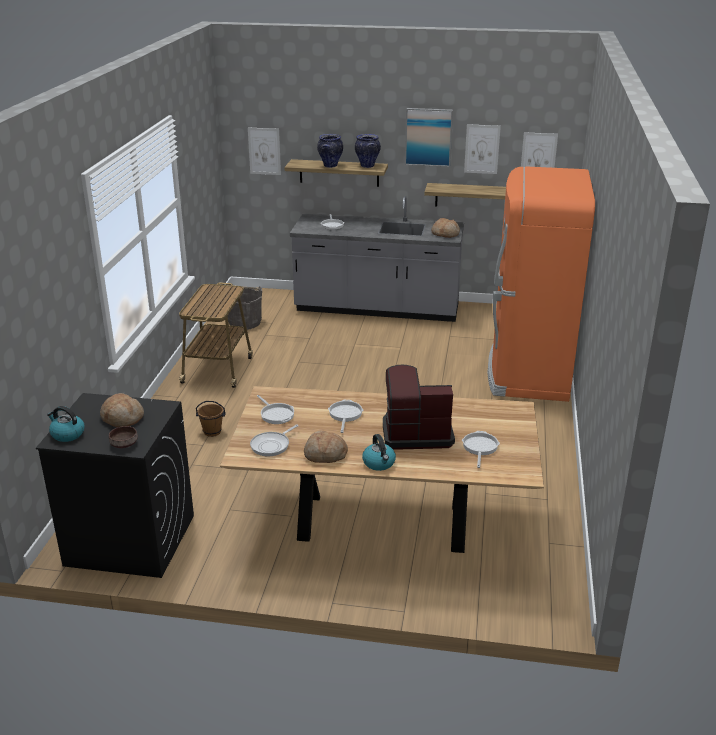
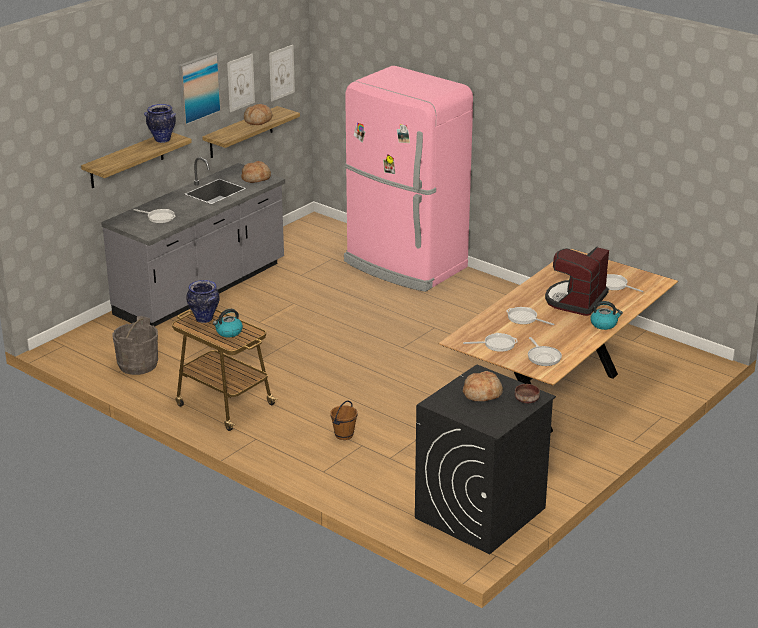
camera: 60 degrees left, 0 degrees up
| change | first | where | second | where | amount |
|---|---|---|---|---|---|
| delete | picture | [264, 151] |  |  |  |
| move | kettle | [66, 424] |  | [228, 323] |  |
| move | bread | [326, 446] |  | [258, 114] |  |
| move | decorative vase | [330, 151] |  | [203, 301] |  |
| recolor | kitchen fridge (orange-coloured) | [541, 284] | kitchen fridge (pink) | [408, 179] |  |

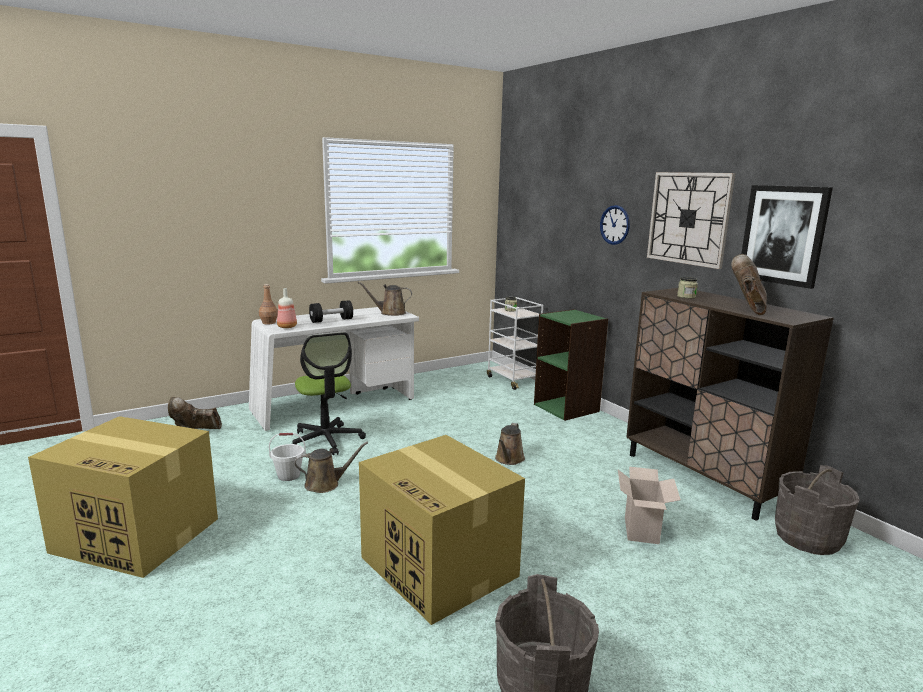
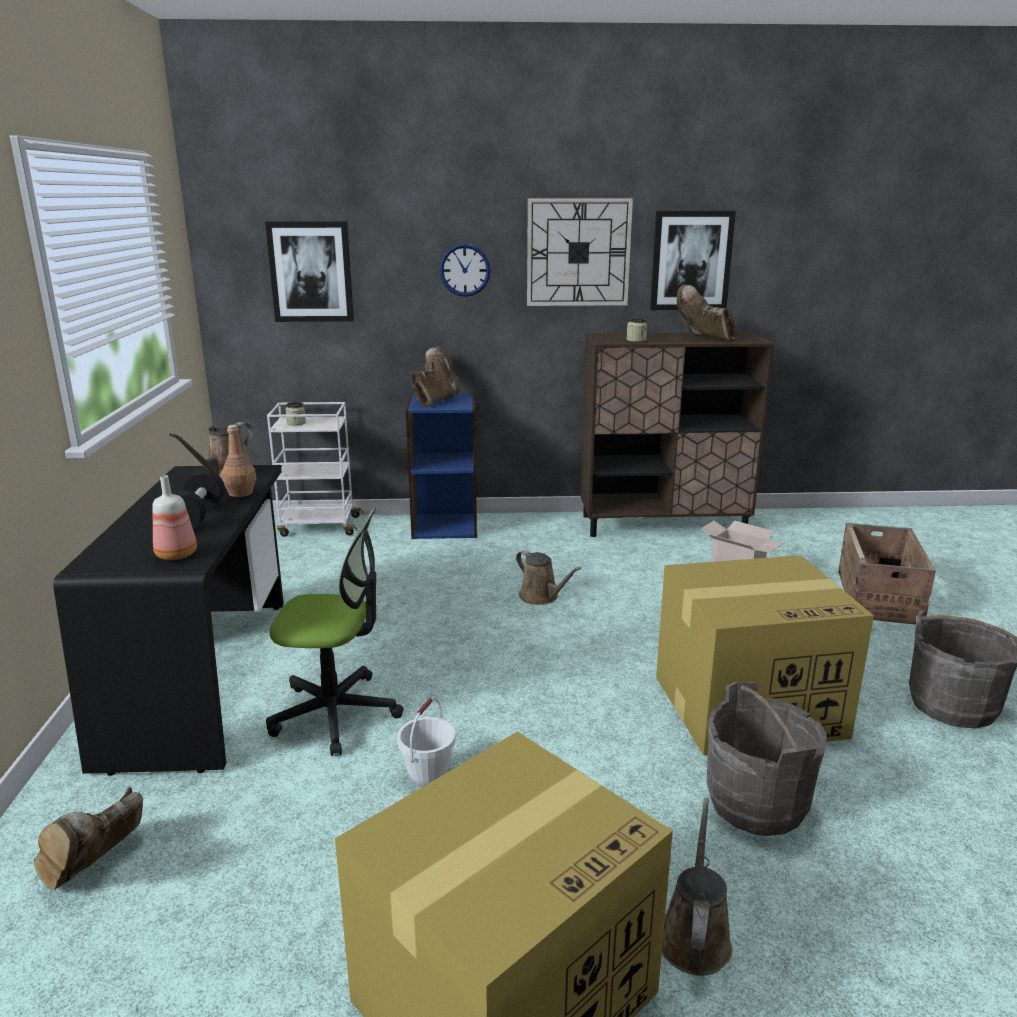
camera: 60 degrees left, 5 degrees up
| change | first | where | second | where | amount |
|---|---|---|---|---|---|
| insert |  |  | picture | [309, 271] |  |
| insert |  |  | high-top boot (brown-coloured) | [435, 376] |  |
| insert |  |  | packing crate | [887, 574] |  |
| move | beverage bottle (brown-coloured) | [268, 304] |  | [238, 461] |  |
| move | watering can (brown-coloured) | [331, 467] |  | [697, 887] |  |
| move | water bucket (gray) | [817, 510] |  | [766, 759] |  |
| recolor | desk (white-coloured) | [334, 369] | desk (black-coloured) | [168, 620] |  |
| recolor | shelving unit (green) | [571, 365] | shelving unit (blue) | [441, 466] |  |

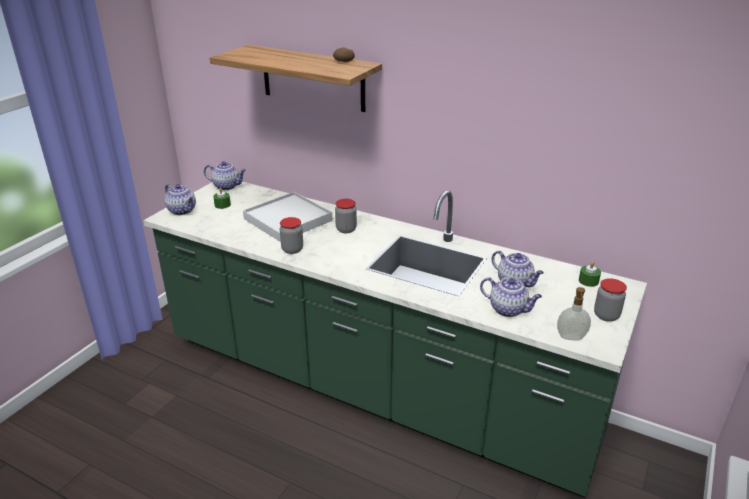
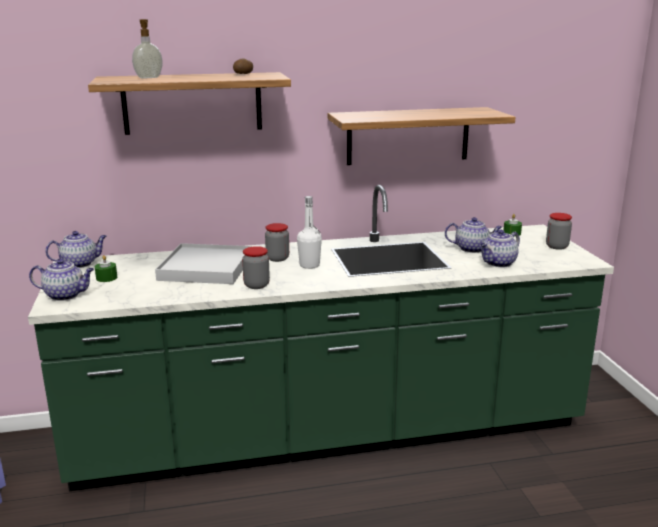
camera: 40 degrees left, 10 degrees down
| change | first | where | second | where | amount |
|---|---|---|---|---|---|
| insert |  |  | beverage bottle (white-coloured) | [309, 232] |  |
| insert |  |  | bracket shelf | [422, 136] |  |
| move | soap bottle | [574, 313] |  | [147, 48] |  |
| rotate | tea pot | [511, 297] |  | [500, 248] | 150 degrees clockwise |

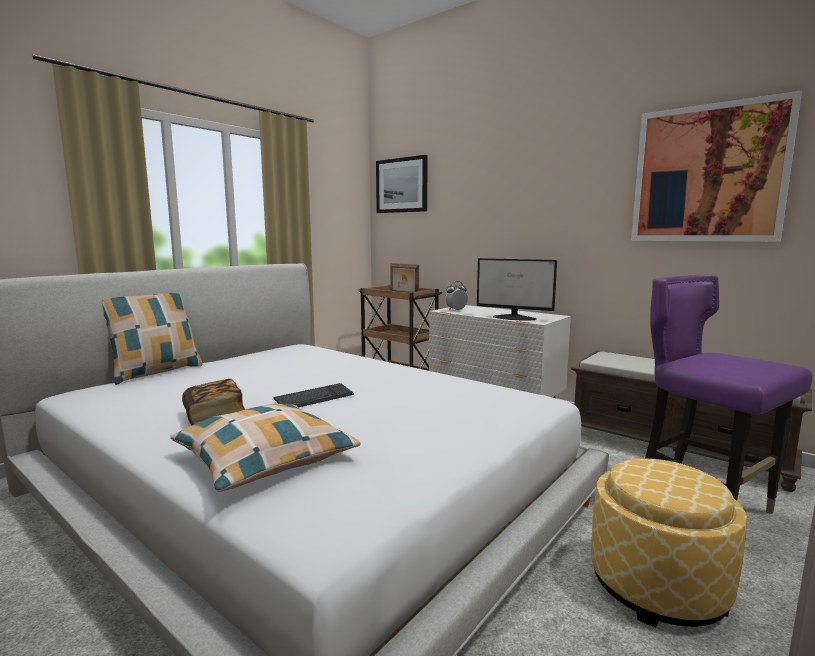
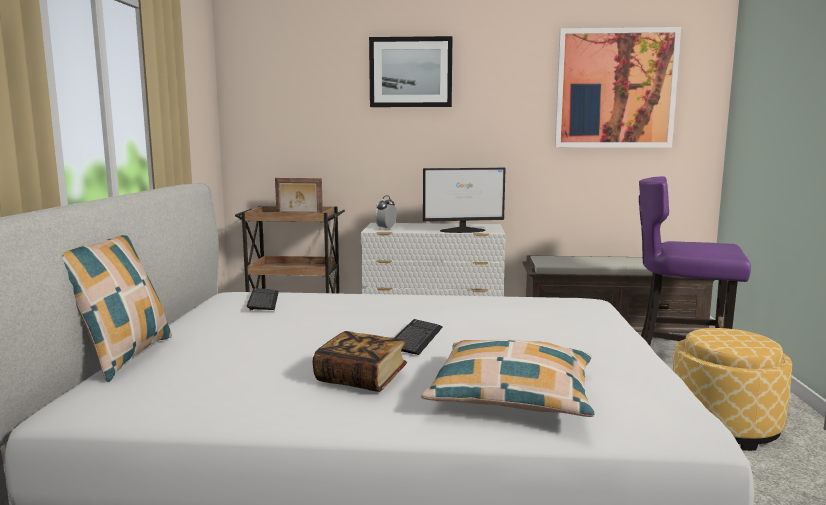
camera: 35 degrees left, 0 degrees up
| change | first | where | second | where | amount |
|---|---|---|---|---|---|
| insert |  |  | computer keyboard | [263, 299] |  |
| move | picture | [402, 184] |  | [410, 71] |  |

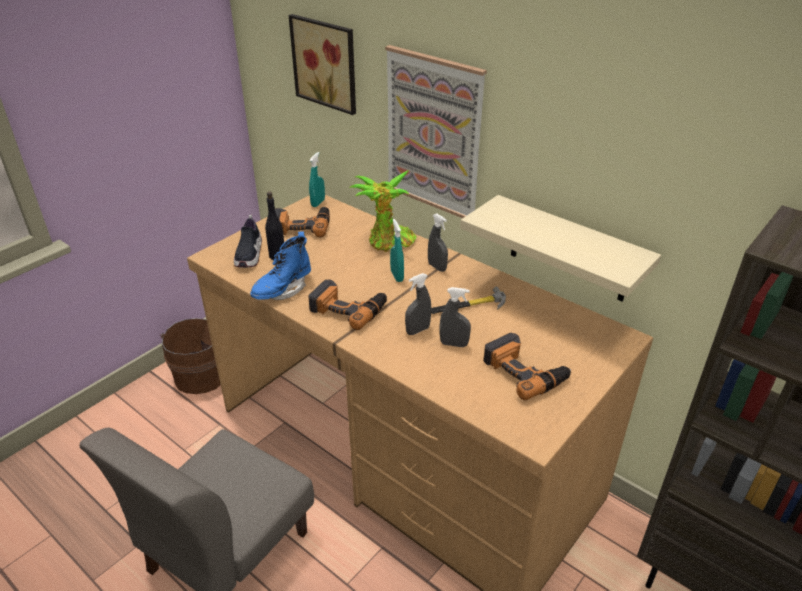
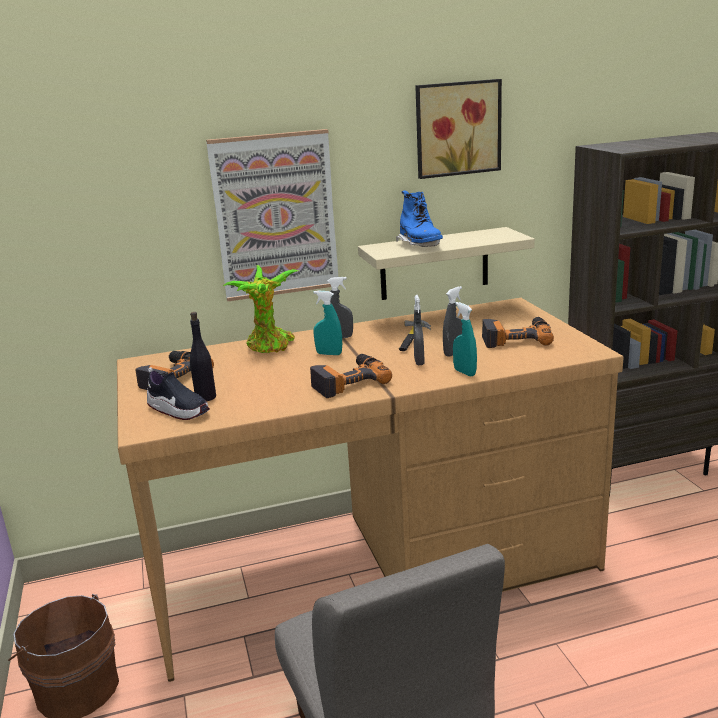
camera: 55 degrees left, 15 degrees down
| change | first | where | second | where | amount |
|---|---|---|---|---|---|
| move | high-top boot (blue) | [280, 265] |  | [419, 218] |  |
| move | picture | [322, 64] |  | [458, 129] |  |
| move | sprayer (turquoise-coloured) | [317, 179] |  | [465, 339] |  |

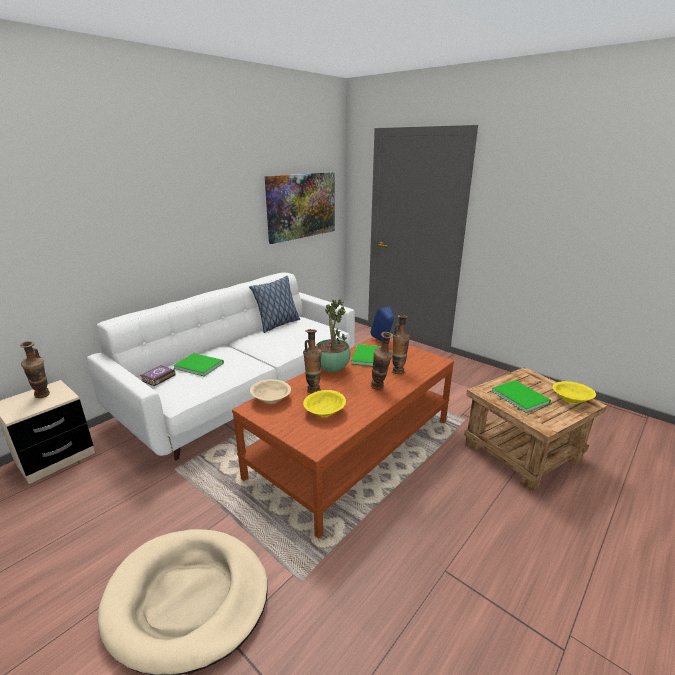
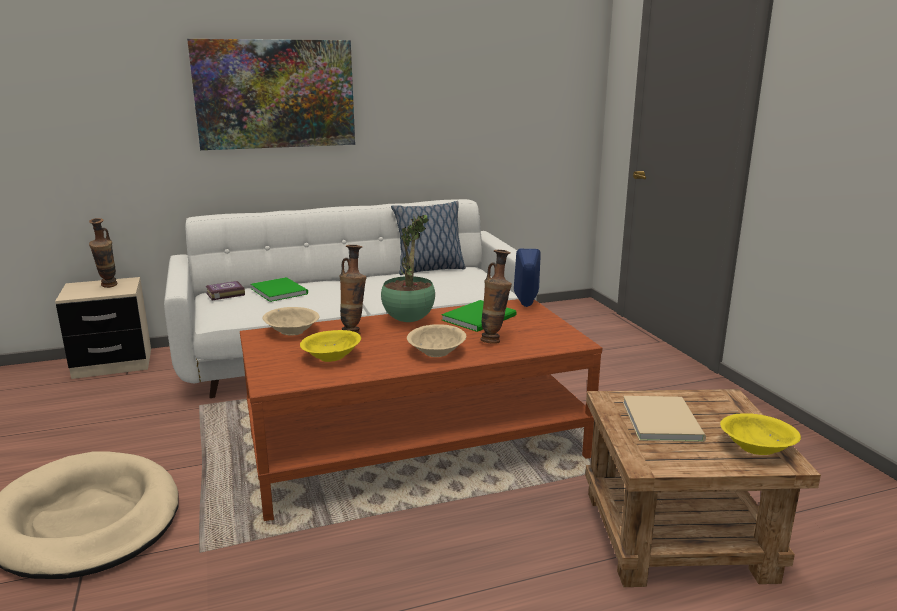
camera: 30 degrees right, 5 degrees down
| change | first | where | second | where | amount |
|---|---|---|---|---|---|
| move | picture | [300, 208] |  | [271, 94] |  |
| replace | decorative vase | [382, 361] | serving bowl (sand-coloured) | [436, 340] |  |
| recolor | bound book (green) | [521, 396] | bound book (sand-coloured) | [664, 419] |  |

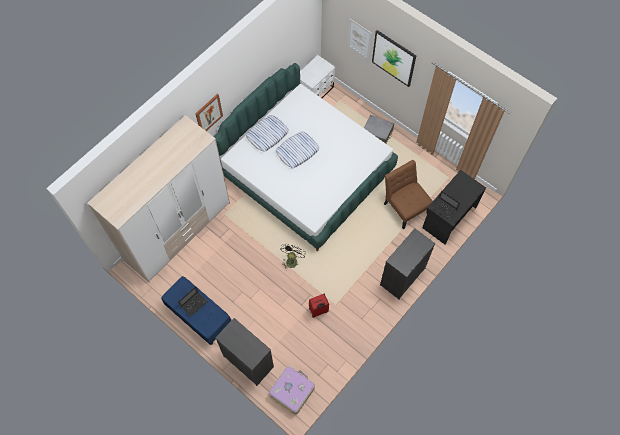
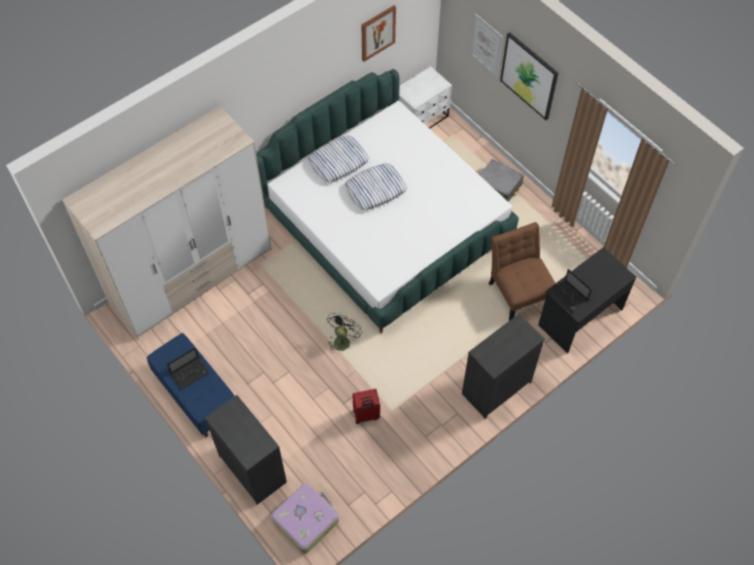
camera: 10 degrees right, 5 degrees down
| change | first | where | second | where | amount |
|---|---|---|---|---|---|
| move | picture | [209, 112] |  | [378, 33] |  |

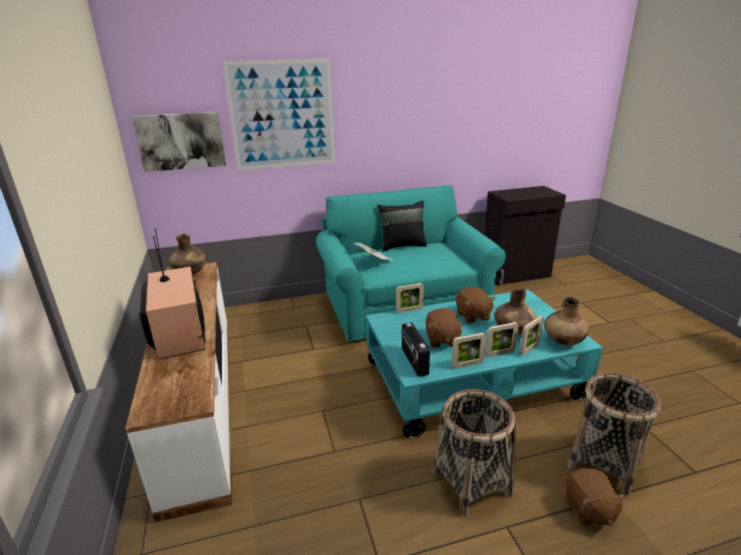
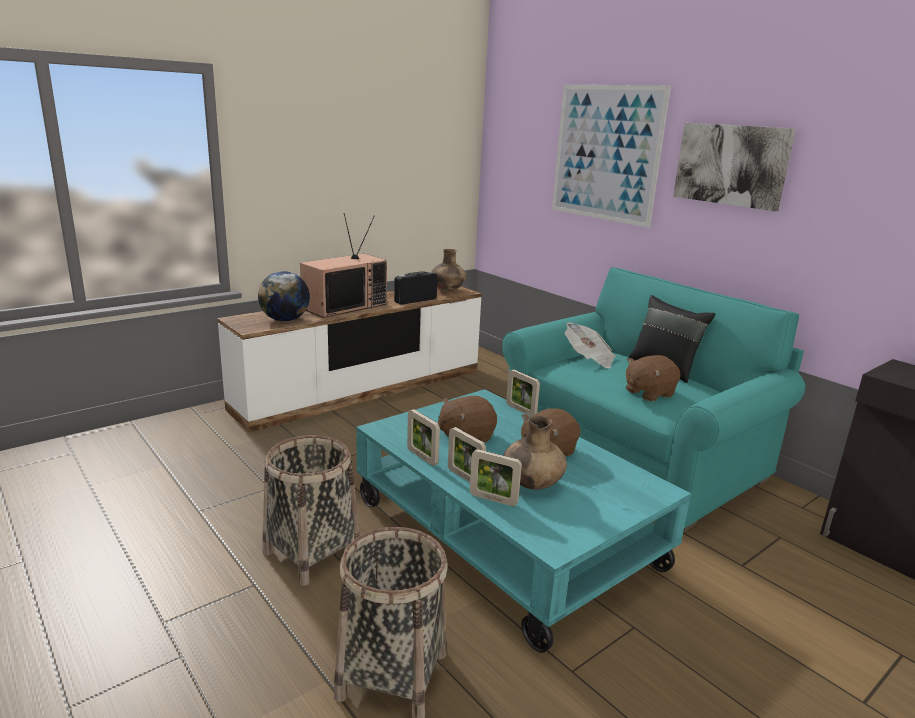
camera: 65 degrees right, 5 degrees down
| change | first | where | second | where | amount |
|---|---|---|---|---|---|
| delete | decorative vase (brown-coloured) | [566, 321] |  |  |  |
| insert |  |  | world globe | [284, 296] |  |
| move | picture | [179, 142] |  | [734, 167] |  |
| move | radio receiver | [416, 350] |  | [415, 288] |  |
| move | cuddly toy (brown-coloured) | [596, 497] |  | [653, 378] |  |

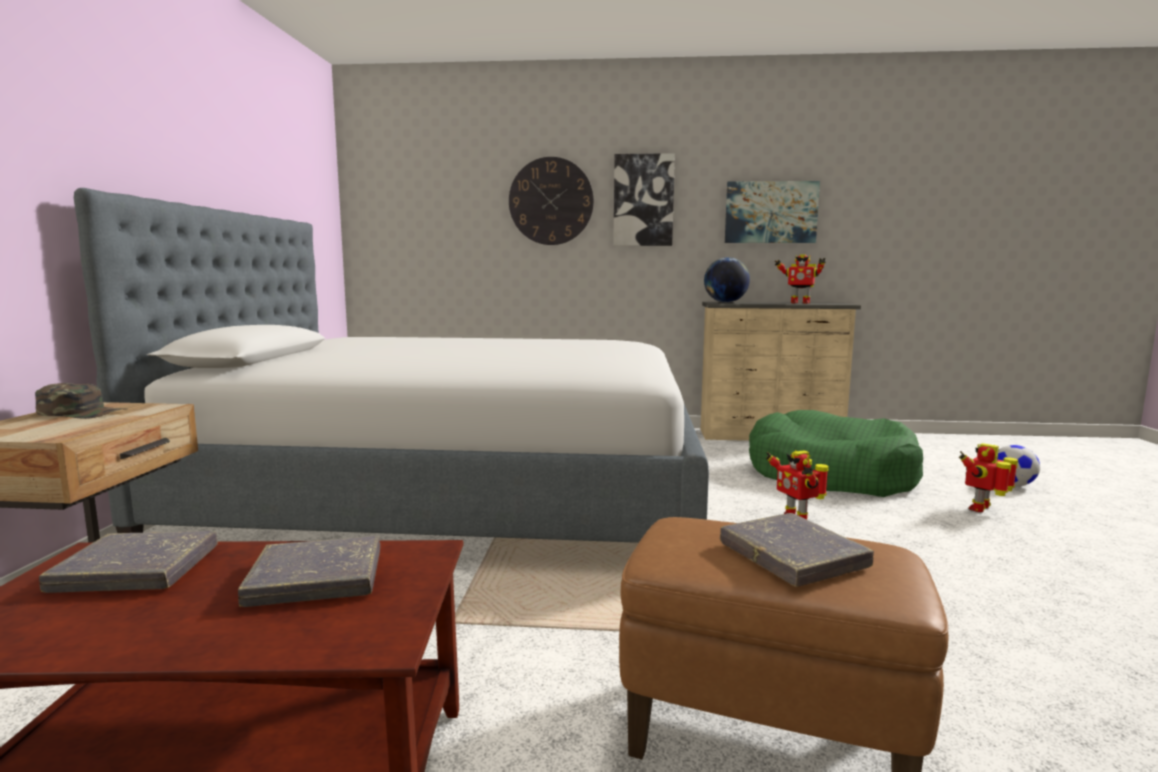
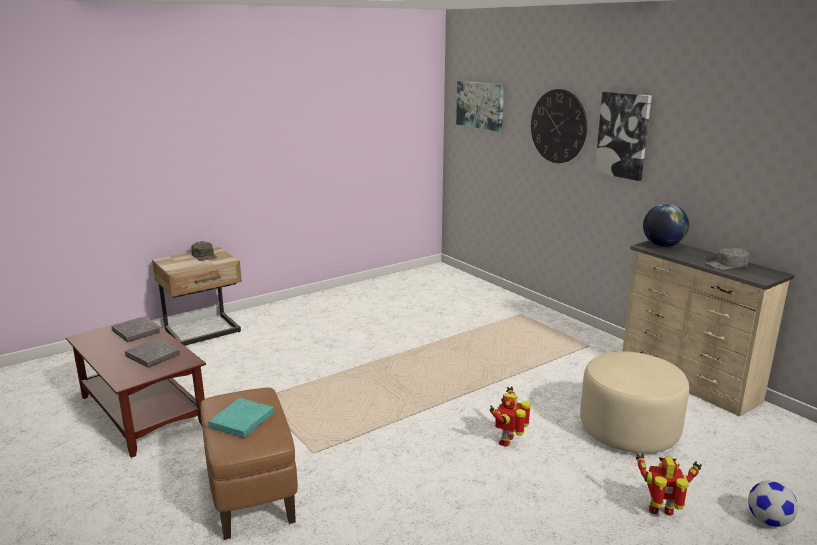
camera: 50 degrees right, 10 degrees up
| change | first | where | second | where | amount |
|---|---|---|---|---|---|
| delete | bed | [391, 365] |  |  |  |
| move | picture | [772, 212] |  | [480, 106] |  |
| replace | pet bed (green) | [836, 453] | ottoman (sand-coloured) | [634, 402] |  |
| replace | model robot | [800, 279] | cap (gray) | [727, 259] |  |
| recolor | bound book (gray) | [797, 550] | bound book (turquoise-coloured) | [241, 418] |  |

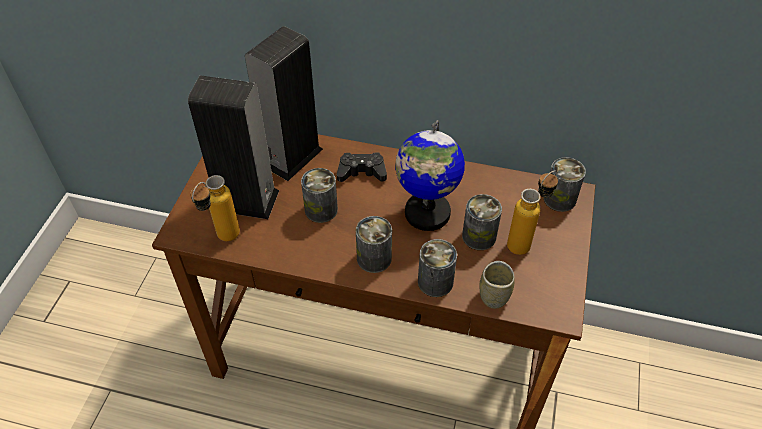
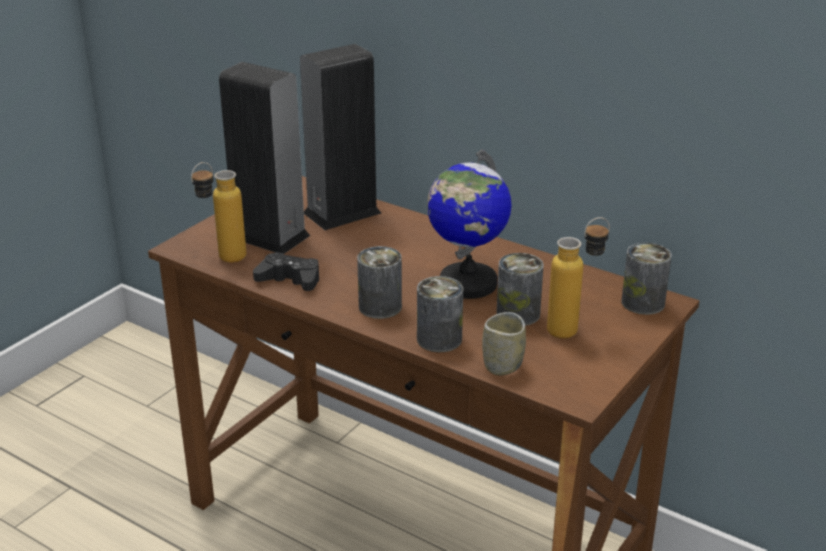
camera: 20 degrees right, 20 degrees down
| change | first | where | second | where | amount |
|---|---|---|---|---|---|
| delete | metal can | [319, 195] |  |  |  |
| move | game controller (black-coloured) | [362, 167] |  | [286, 271] |  |

